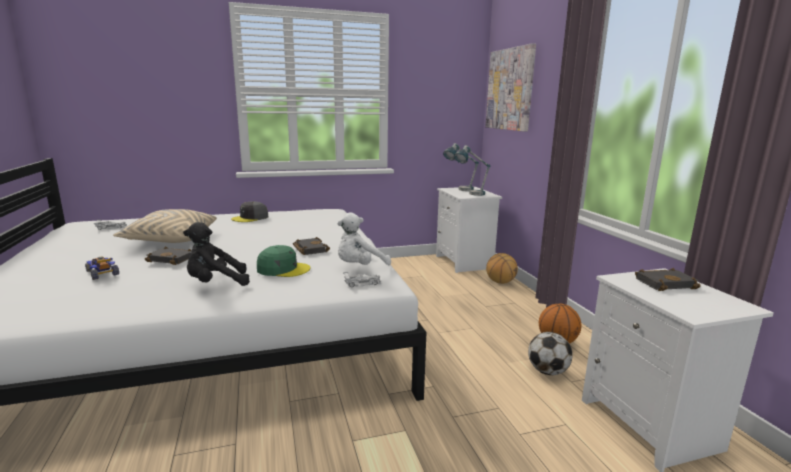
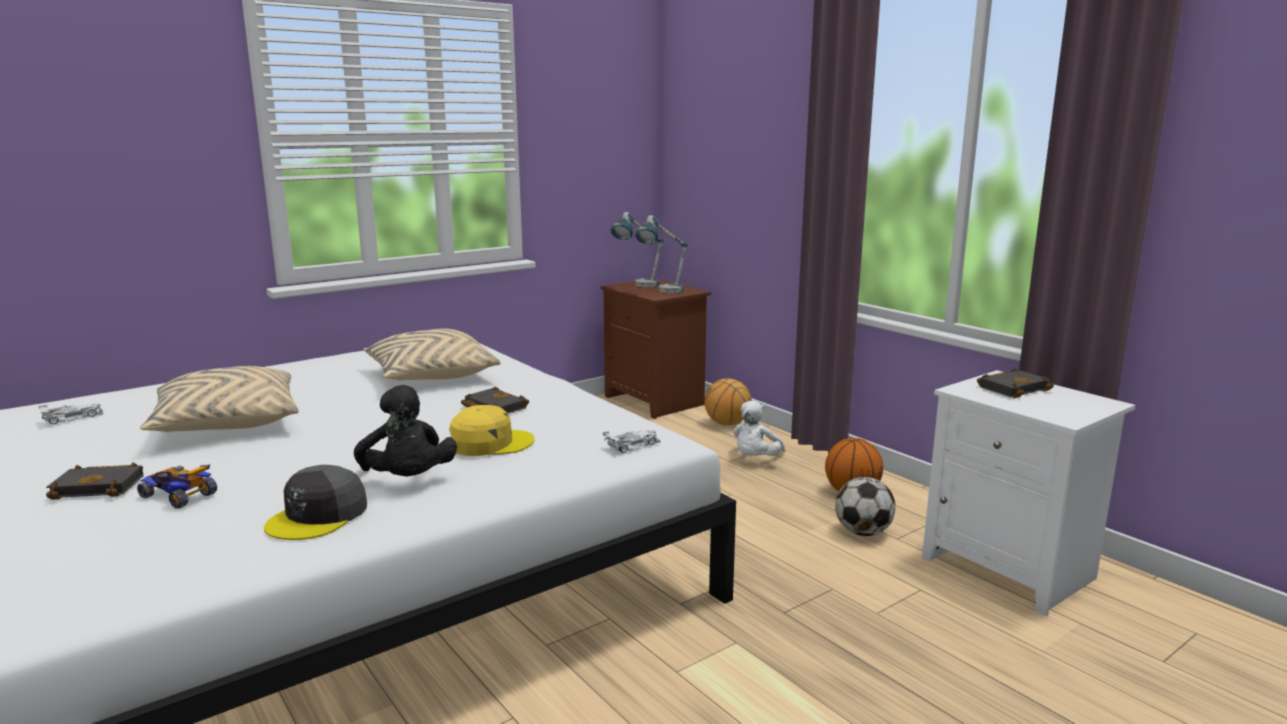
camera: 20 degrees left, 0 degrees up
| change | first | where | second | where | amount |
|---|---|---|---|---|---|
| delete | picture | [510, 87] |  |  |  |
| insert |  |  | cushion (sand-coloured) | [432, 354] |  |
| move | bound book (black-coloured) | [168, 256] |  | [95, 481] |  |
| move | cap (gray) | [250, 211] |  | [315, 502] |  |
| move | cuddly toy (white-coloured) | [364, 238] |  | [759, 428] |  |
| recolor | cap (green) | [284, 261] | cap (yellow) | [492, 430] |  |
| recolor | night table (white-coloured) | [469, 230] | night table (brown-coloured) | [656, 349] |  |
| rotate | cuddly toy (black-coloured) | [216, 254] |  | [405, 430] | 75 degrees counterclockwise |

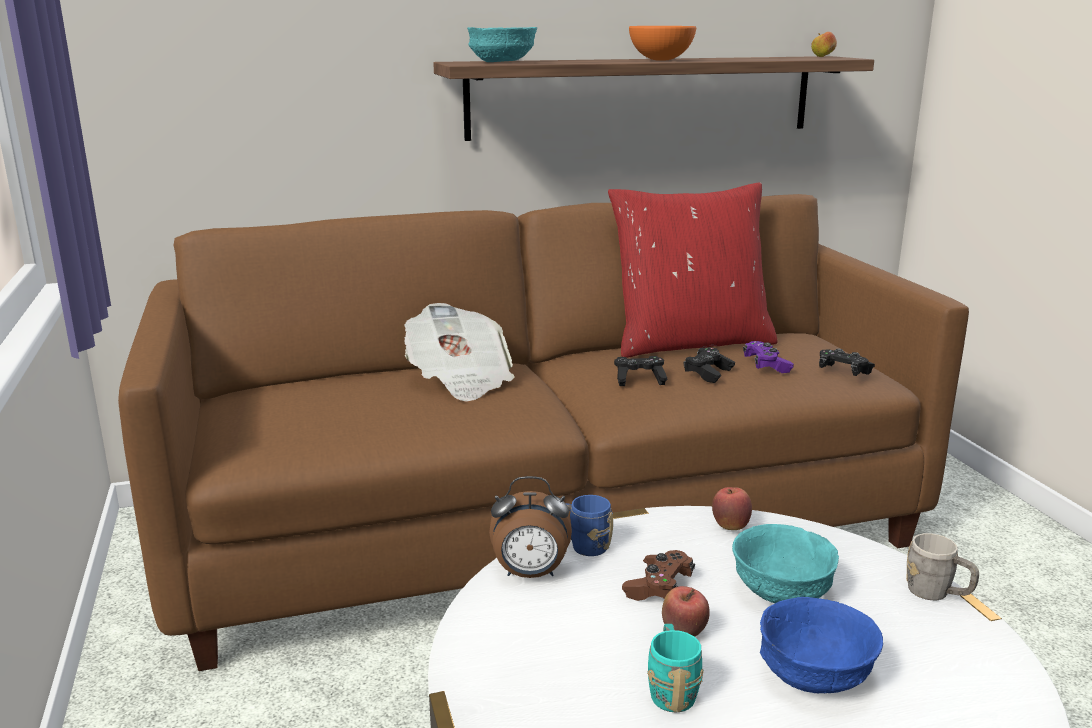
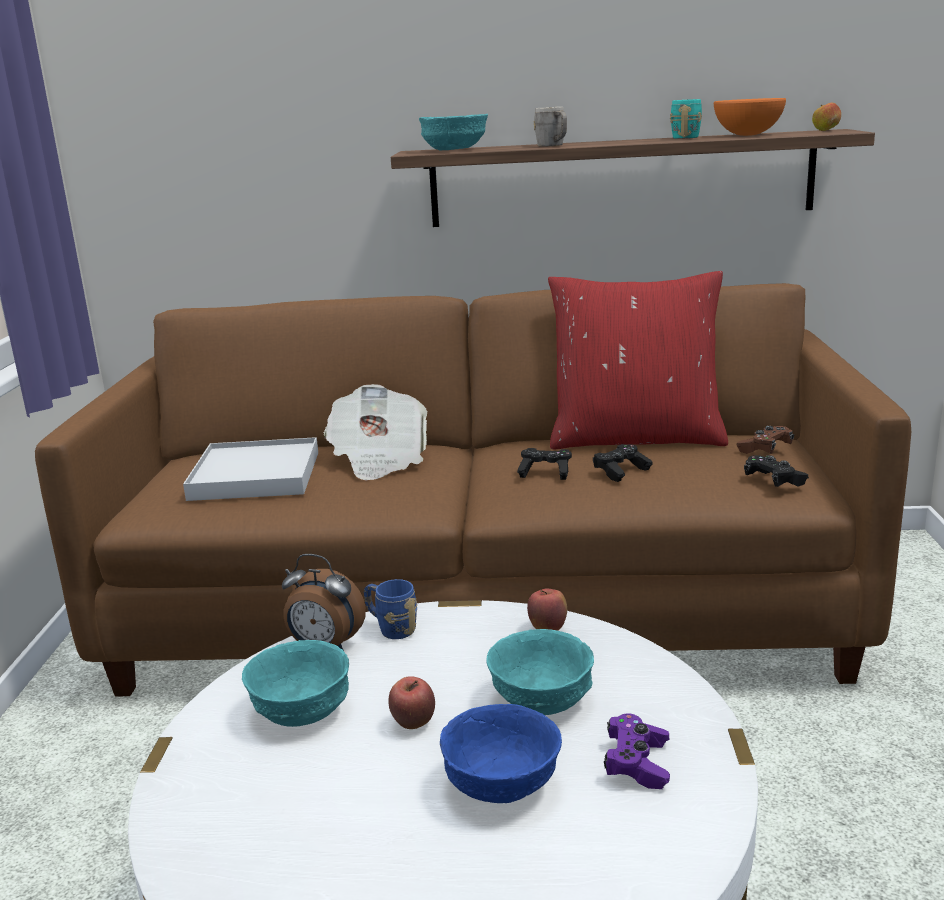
camera: 20 degrees right, 0 degrees up
| change | first | where | second | where | amount |
|---|---|---|---|---|---|
| insert |  |  | carrying tray (white-coloured) | [250, 469] |  |
| insert |  |  | serving bowl (turquoise-coloured) | [295, 683] |  |
| move | game controller (brown-coloured) | [658, 575] |  | [765, 440] |  |
| move | serving bowl (orange-coloured) | [662, 43] |  | [750, 117] |  |
| move | coffee mug (turquoise-coloured) | [675, 668] |  | [686, 119] |  |
| move | game controller (purple) | [768, 357] |  | [637, 751] |  |
| move | coffee mug (gray) | [942, 566] |  | [550, 126] |  |

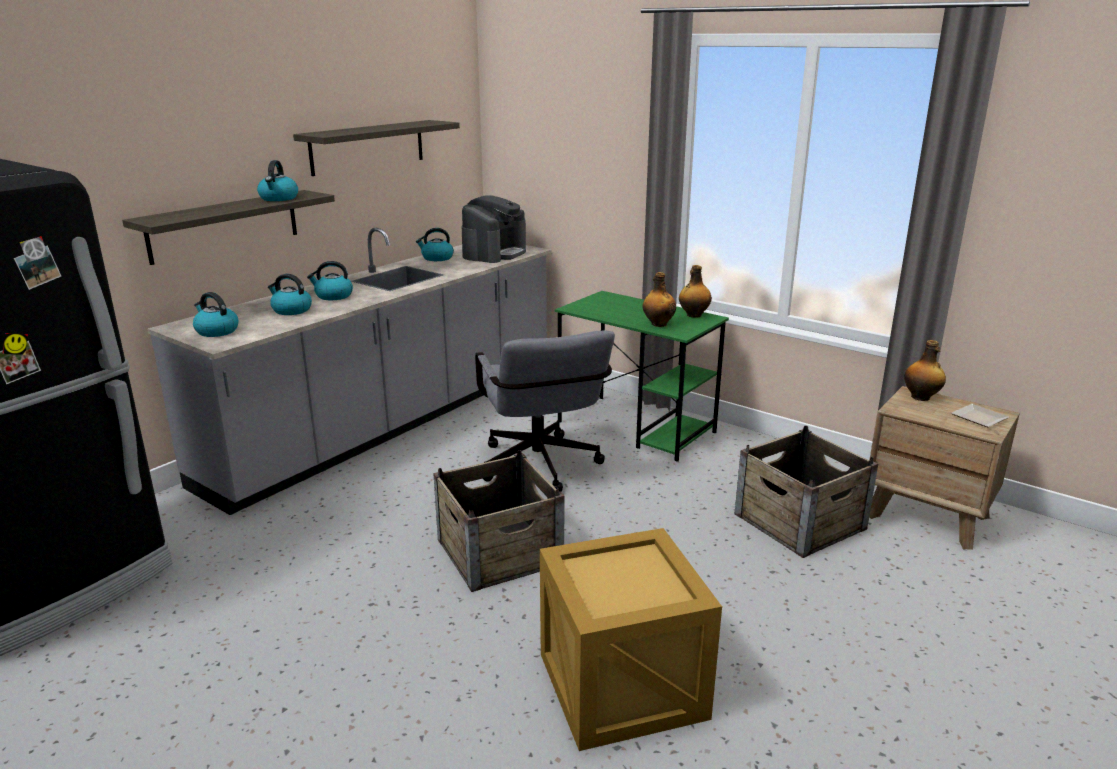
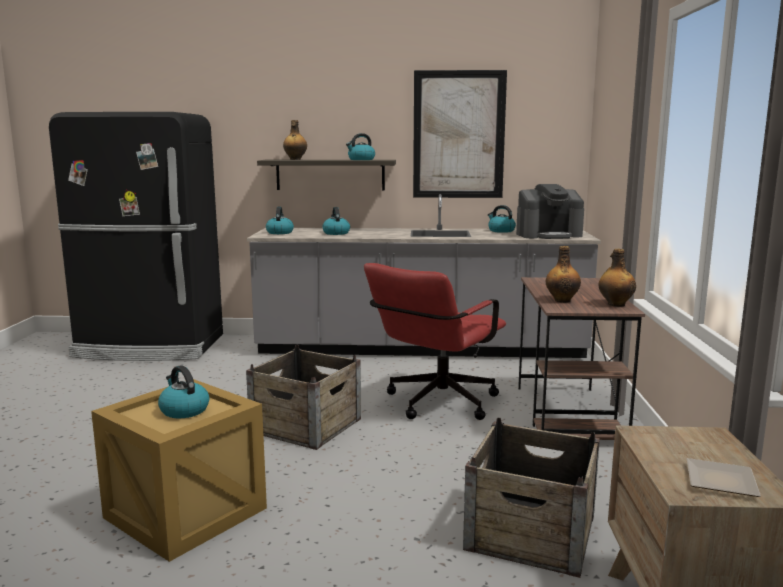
camera: 55 degrees right, 10 degrees down
| change | first | where | second | where | amount |
|---|---|---|---|---|---|
| move | kettle | [330, 280] |  | [183, 391] |  |
| move | beverage bottle | [925, 370] |  | [295, 140] |  |
| replace | bracket shelf | [376, 148] | picture | [460, 134] |  |
| recolor | office chair (gray) | [545, 411] | office chair (red-coloured) | [435, 341] |  |
| recolor | desk (green) | [642, 376] | desk (brown-coloured) | [581, 358] |  |

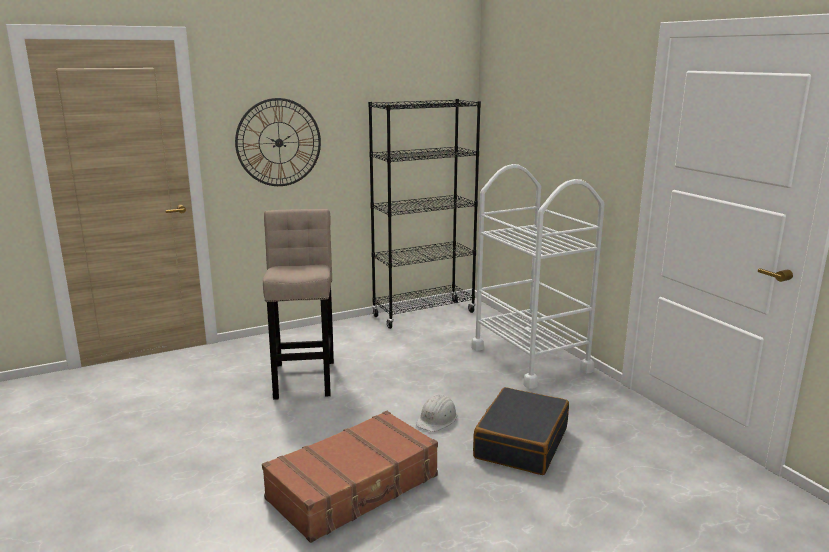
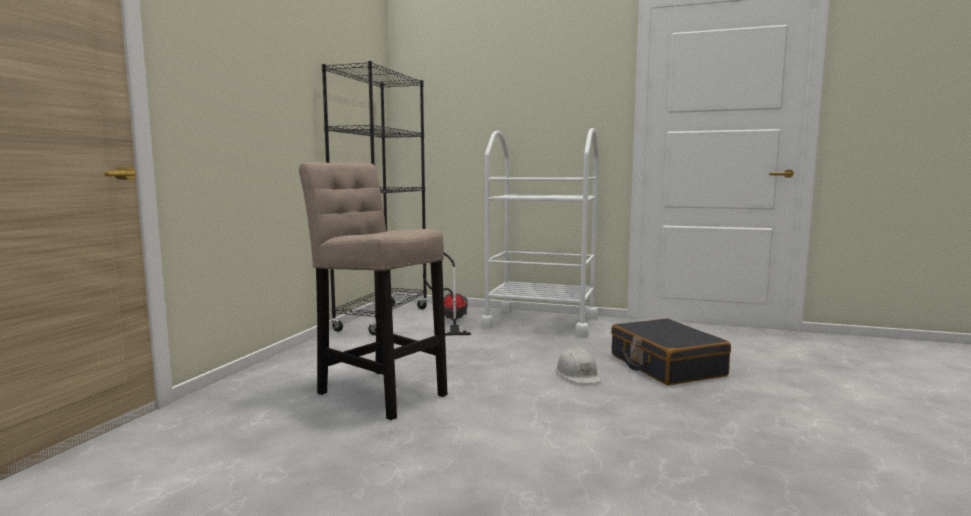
camera: 45 degrees left, 10 degrees down
| change | first | where | second | where | amount |
|---|---|---|---|---|---|
| delete | clock on the wall | [278, 142] |  |  |  |
| delete | piece of luggage (brown-coloured) | [350, 477] |  |  |  |
| insert |  |  | vacuum cleaner | [447, 294] |  |

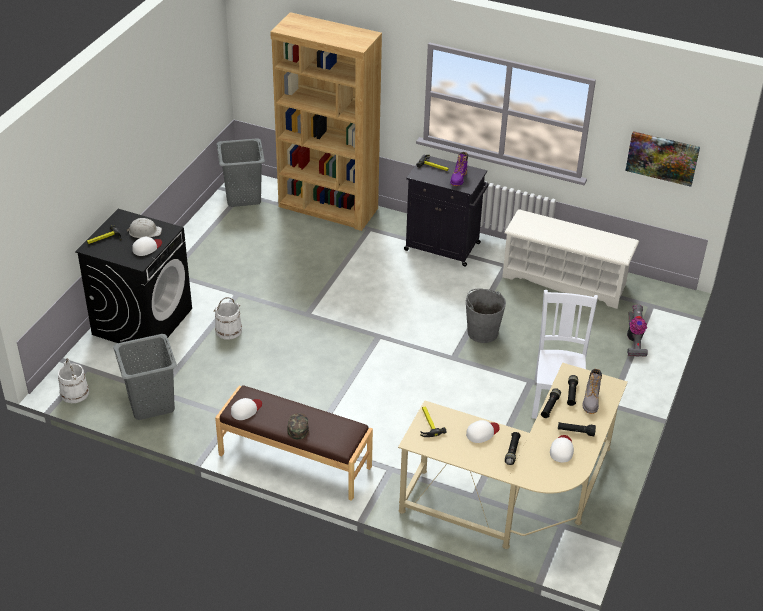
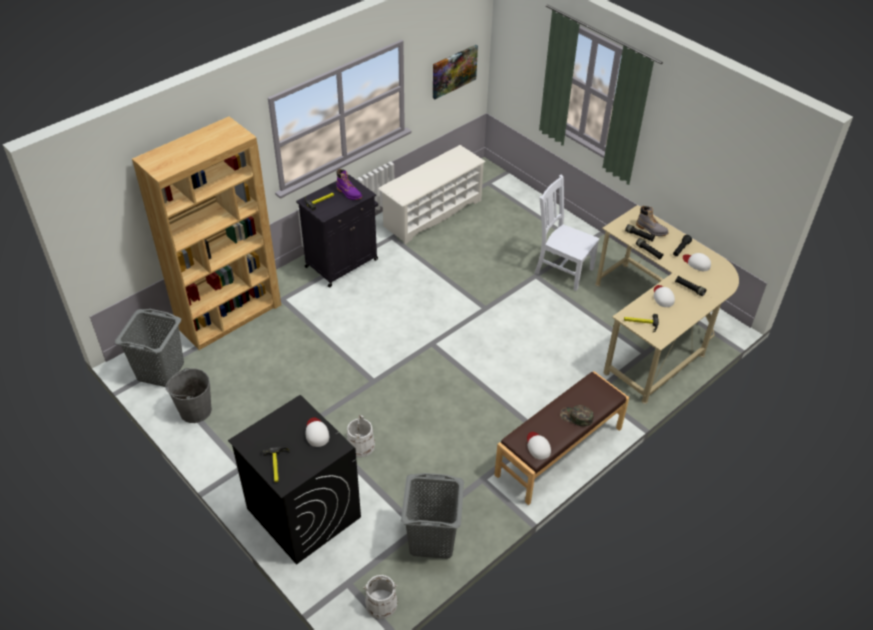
camera: 65 degrees left, 5 degrees up
| change | first | where | second | where | amount |
|---|---|---|---|---|---|
| delete | safety helmet (white-coloured) | [144, 228] |  |  |  |
| delete | vacuum cleaner | [637, 331] |  |  |  |
| move | water bucket (gray) | [486, 316] |  | [188, 395] |  |

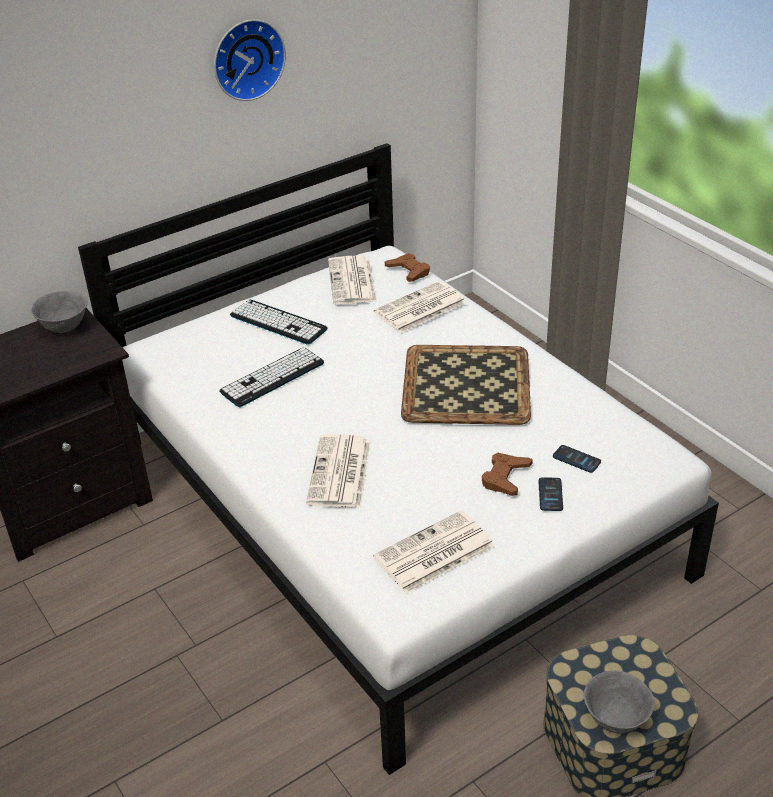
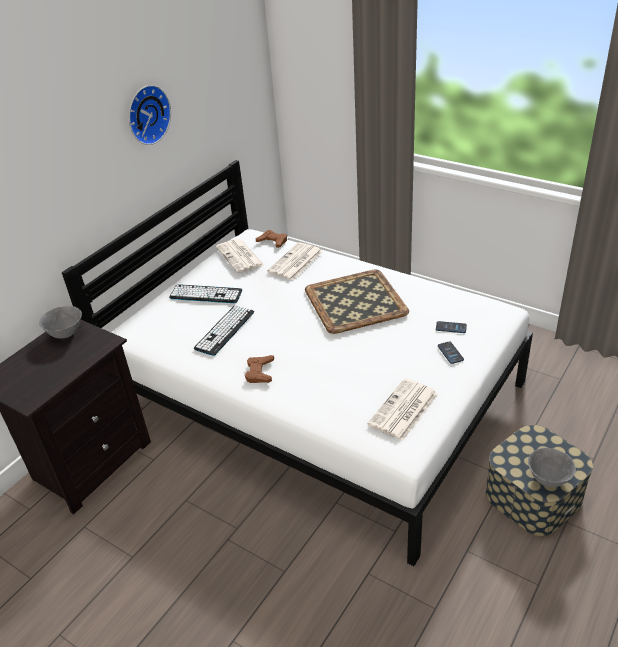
camera: 20 degrees left, 0 degrees up
| change | first | where | second | where | amount |
|---|---|---|---|---|---|
| delete | printed paper | [338, 471] |  |  |  |
| move | game controller (brown-coloured) | [507, 474] |  | [259, 369] |  |

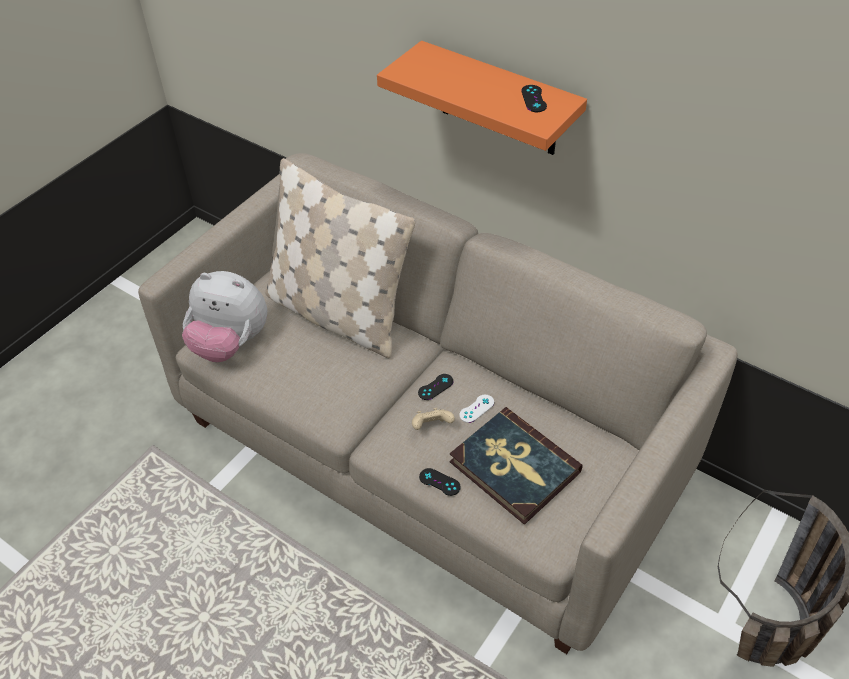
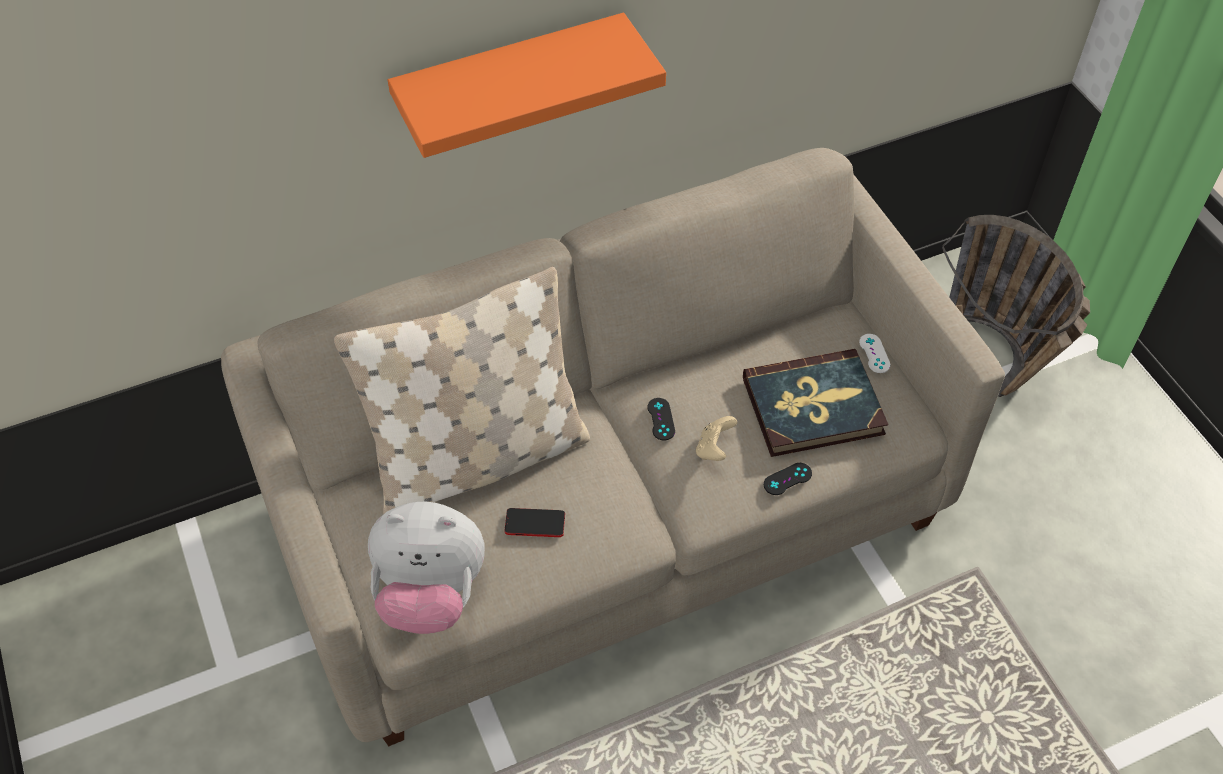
camera: 60 degrees left, 5 degrees up
| change | first | where | second | where | amount |
|---|---|---|---|---|---|
| delete | game controller (black-coloured) | [534, 98] |  |  |  |
| insert |  |  | phone | [534, 522] |  |
| move | game controller (white-coloured) | [476, 409] |  | [875, 353] |  |
| rotate | cuddly toy | [224, 316] |  | [426, 568] | 45 degrees clockwise |

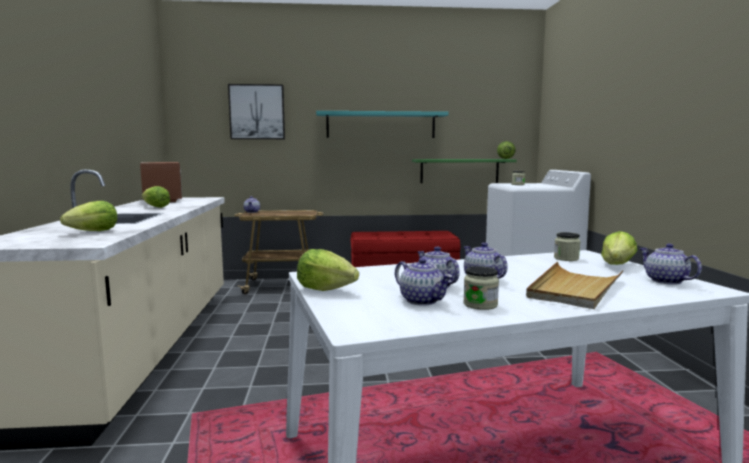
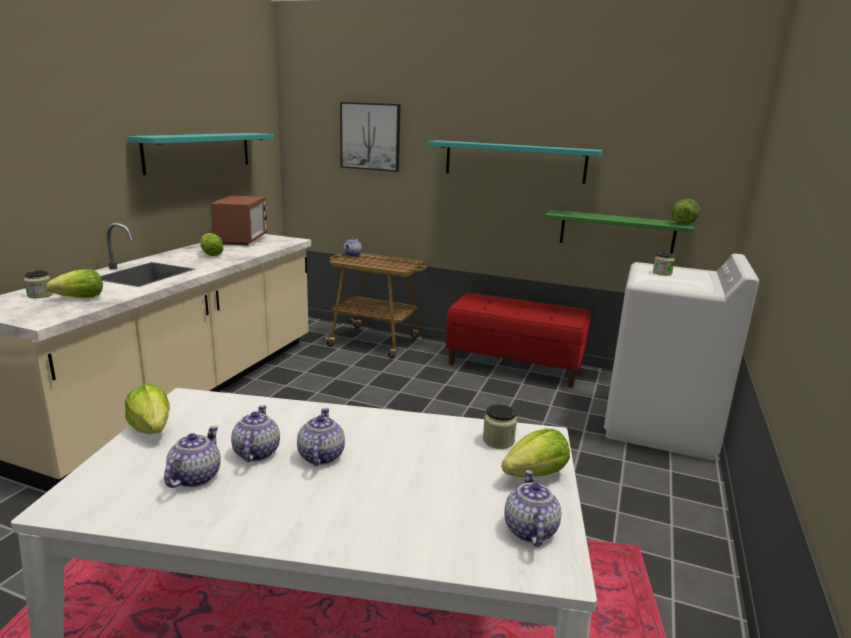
camera: 25 degrees right, 10 degrees up
| change | first | where | second | where | amount |
|---|---|---|---|---|---|
| delete | carrying tray (sand-coloured) | [575, 285] |  |  |  |
| insert |  |  | bracket shelf (turquoise-coloured) | [200, 154] |  |
| move | preserve jar | [481, 288] |  | [38, 284] |  |
| rotate | tea pot | [423, 282] |  | [192, 457] | 150 degrees counterclockwise |

